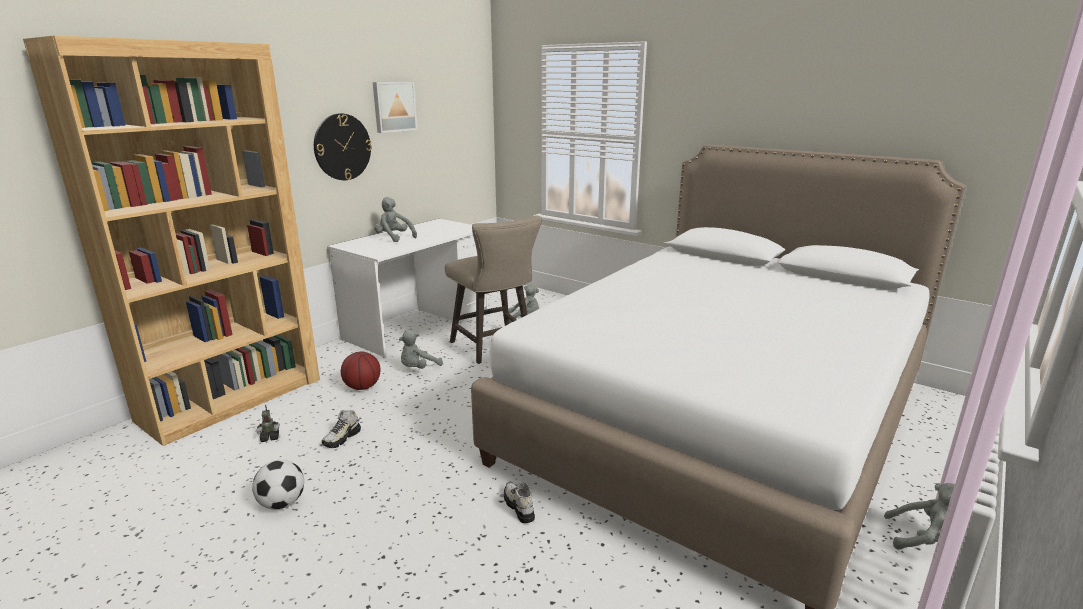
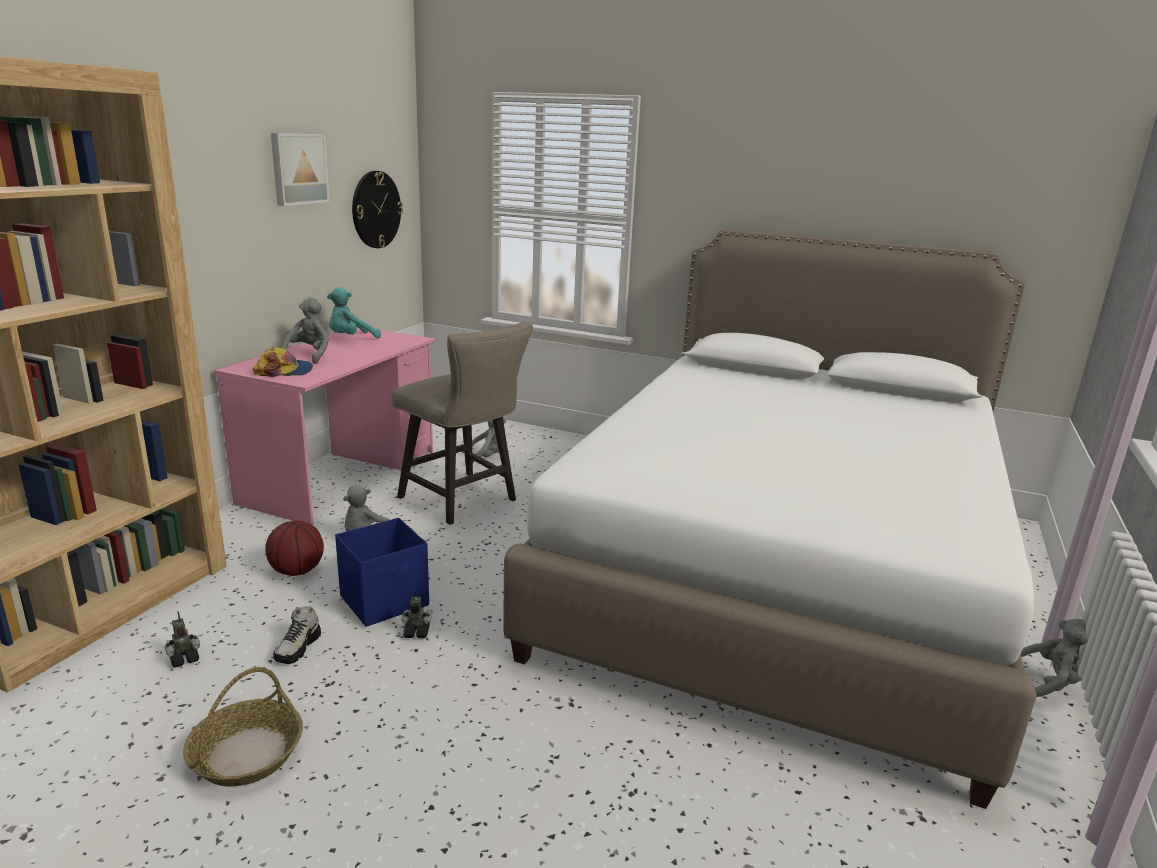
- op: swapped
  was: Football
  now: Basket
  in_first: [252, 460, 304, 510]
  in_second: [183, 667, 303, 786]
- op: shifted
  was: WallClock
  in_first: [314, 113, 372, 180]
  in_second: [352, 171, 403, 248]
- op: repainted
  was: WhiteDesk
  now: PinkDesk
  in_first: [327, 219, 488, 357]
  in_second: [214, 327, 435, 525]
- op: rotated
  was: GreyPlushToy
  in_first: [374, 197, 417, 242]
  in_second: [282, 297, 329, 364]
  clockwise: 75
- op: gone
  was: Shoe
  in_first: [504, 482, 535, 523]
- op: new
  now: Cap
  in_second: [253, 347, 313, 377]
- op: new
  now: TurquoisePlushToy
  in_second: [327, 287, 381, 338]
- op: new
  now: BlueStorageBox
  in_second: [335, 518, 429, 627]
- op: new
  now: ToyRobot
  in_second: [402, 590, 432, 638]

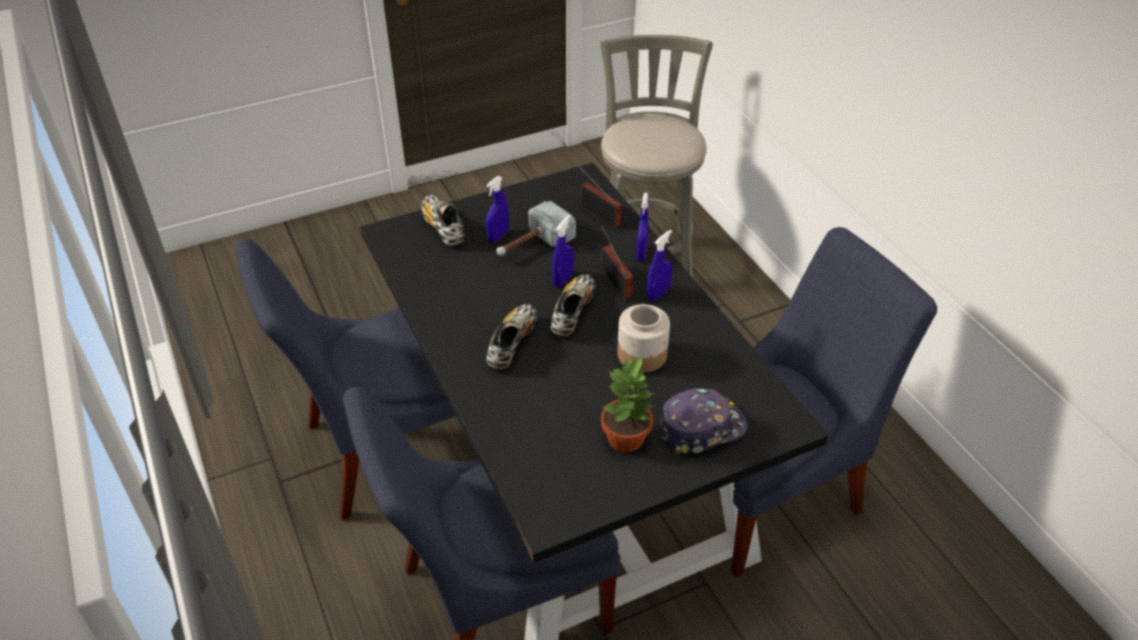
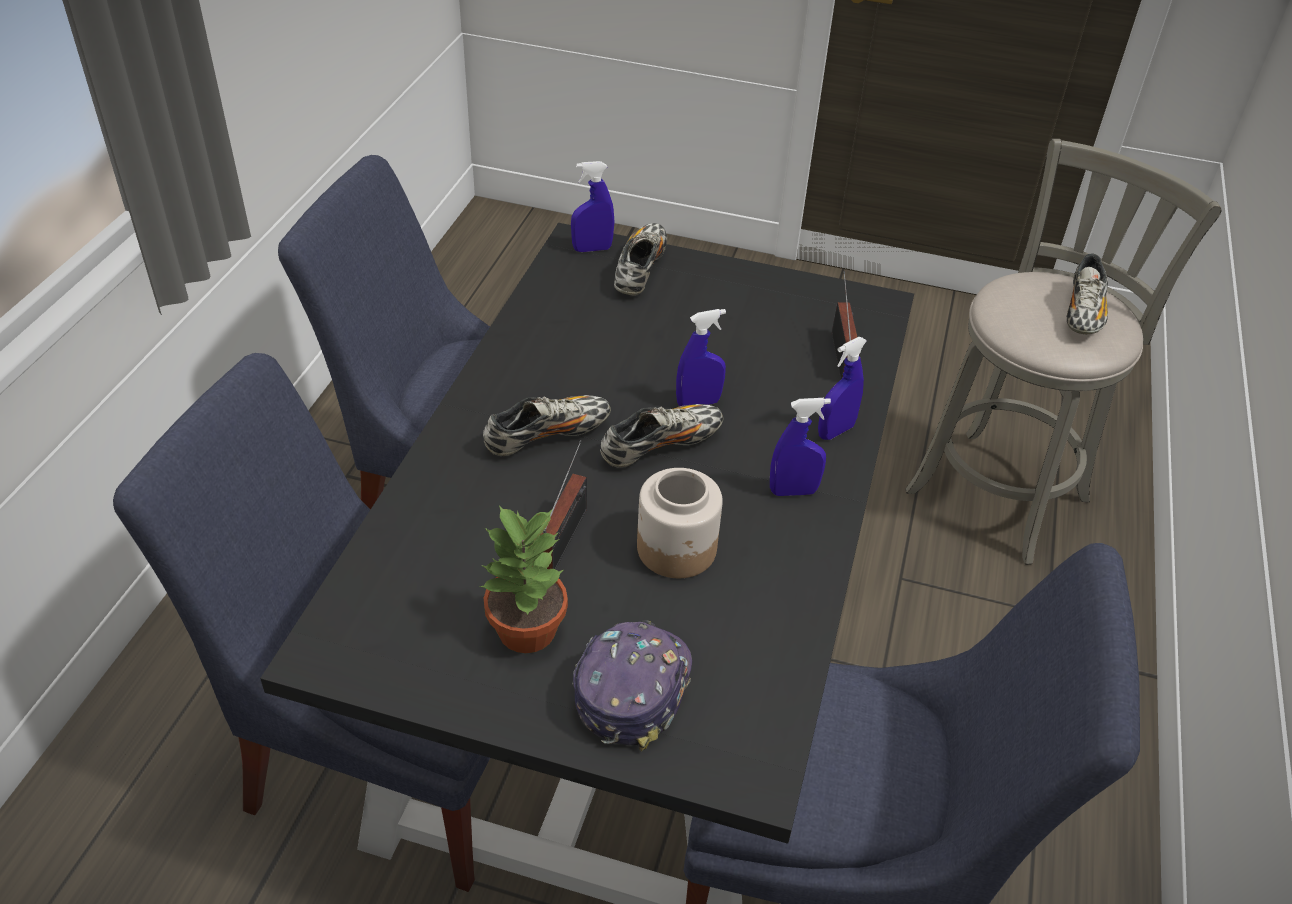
- op: shifted
  was: BlueSprayBottle
  in_first: [486, 176, 509, 242]
  in_second: [571, 161, 614, 252]
- op: gone
  was: Hammer
  in_first: [496, 201, 576, 256]
- op: shifted
  was: Radio
  in_first: [601, 226, 633, 300]
  in_second: [541, 440, 587, 570]
- op: rotated
  was: Cap
  in_first: [660, 388, 748, 455]
  in_second: [572, 620, 692, 752]
  clockwise: -90
- op: new
  now: Shoe
  in_second: [1067, 253, 1108, 334]

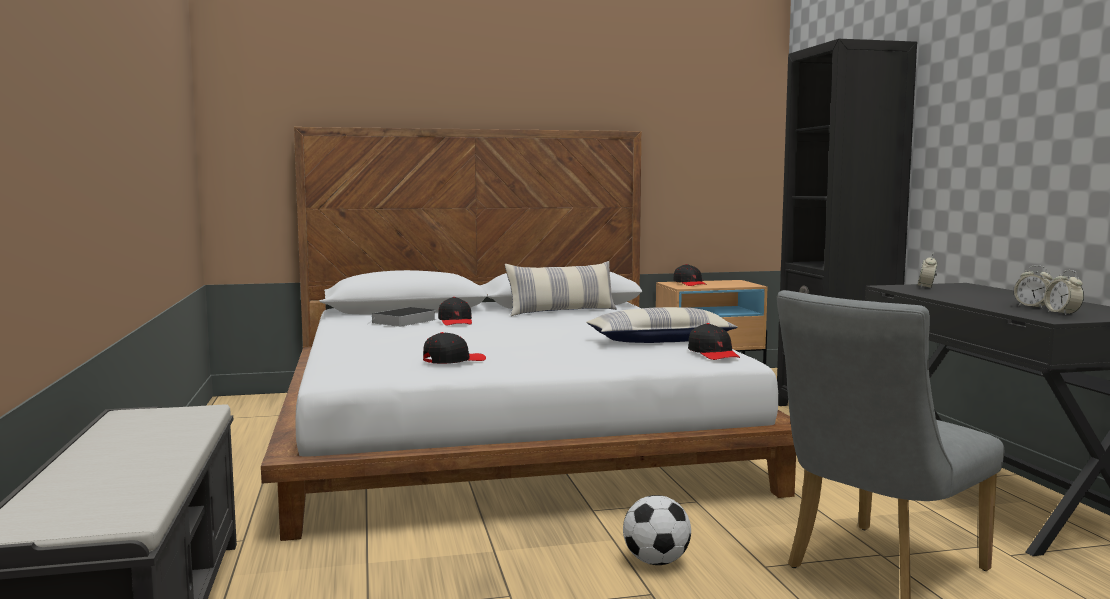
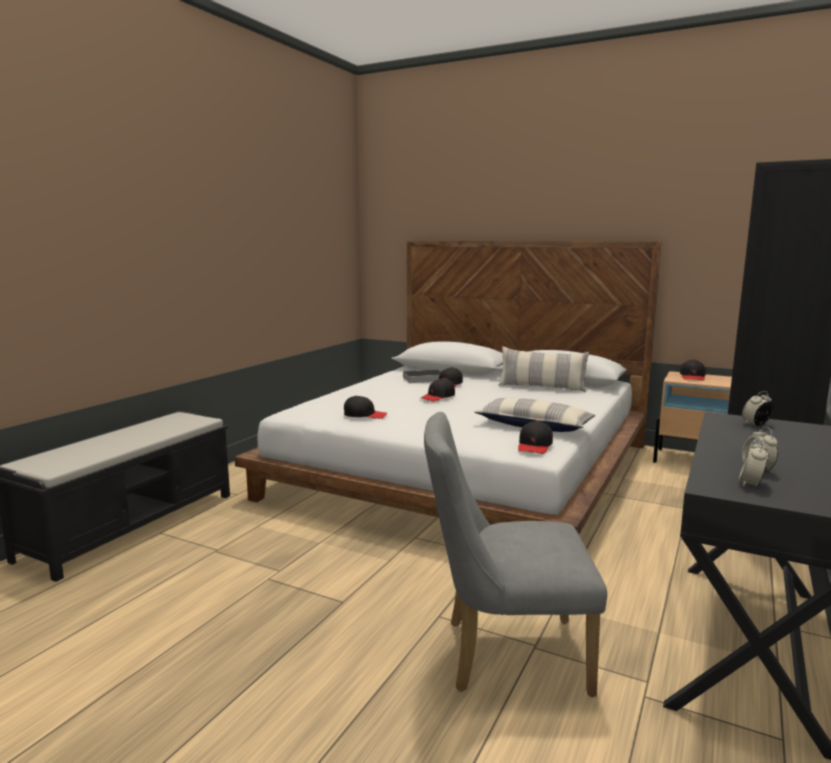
- op: gone
  was: Football
  in_first: [623, 495, 691, 565]
- op: new
  now: BlackCap
  in_second: [421, 378, 455, 402]

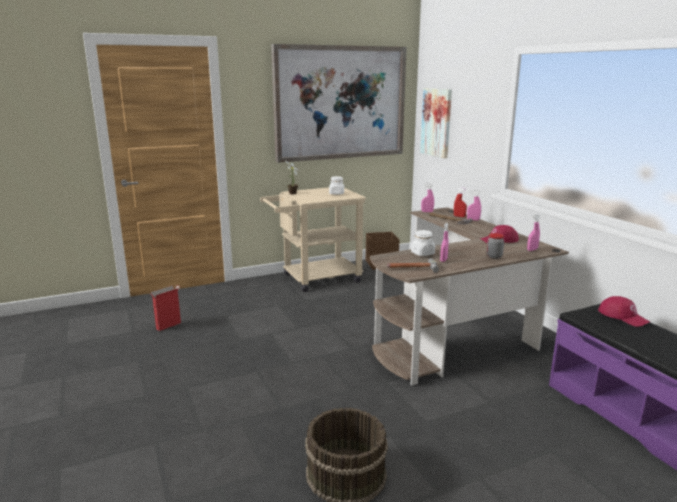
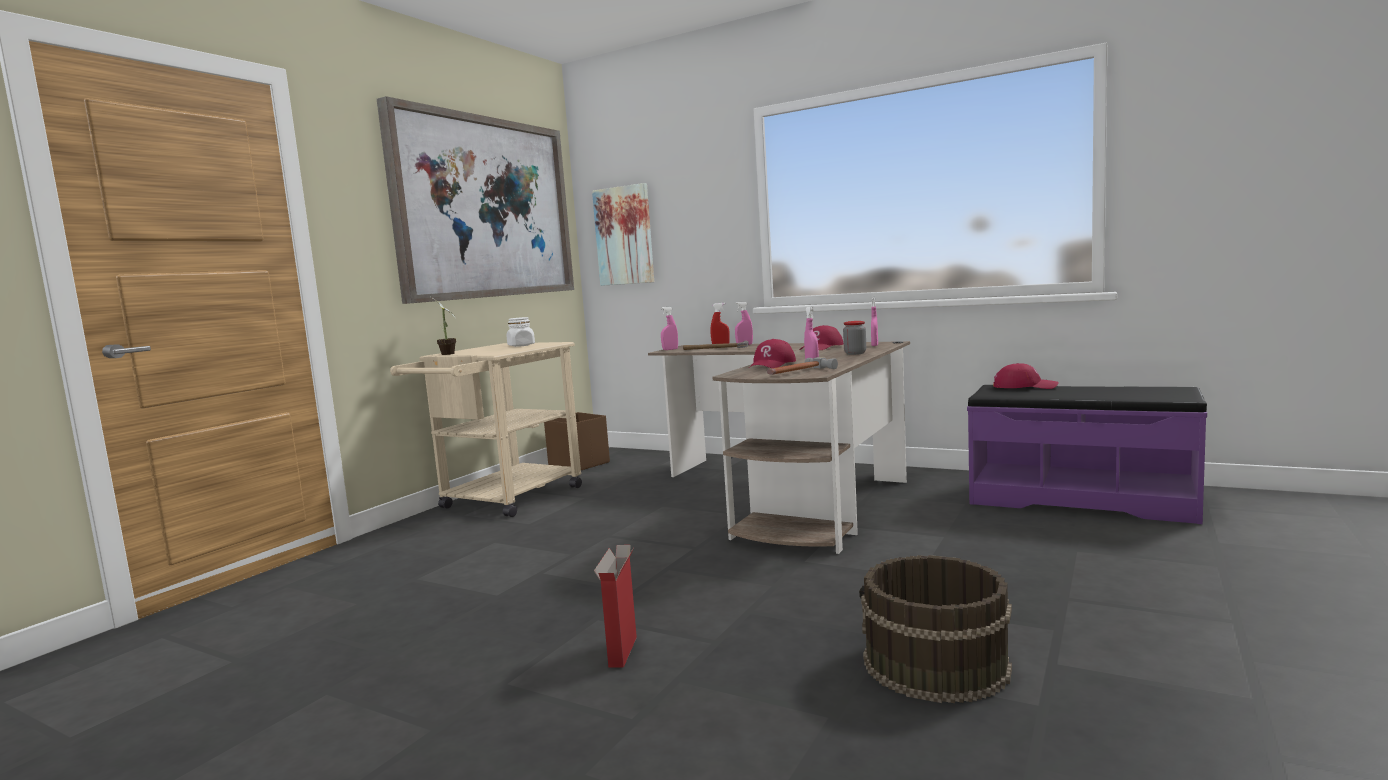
- op: shifted
  was: CardboardBox
  in_first: [151, 285, 181, 331]
  in_second: [594, 545, 637, 667]
- op: swapped
  was: WhiteJar
  now: RedCap
  in_first: [411, 230, 435, 256]
  in_second: [748, 339, 796, 369]

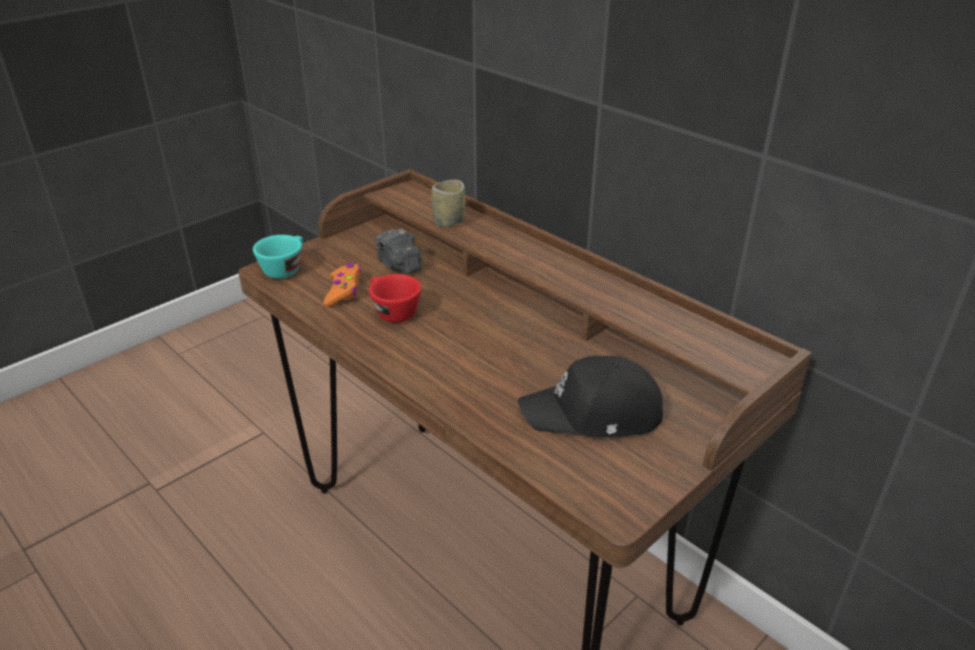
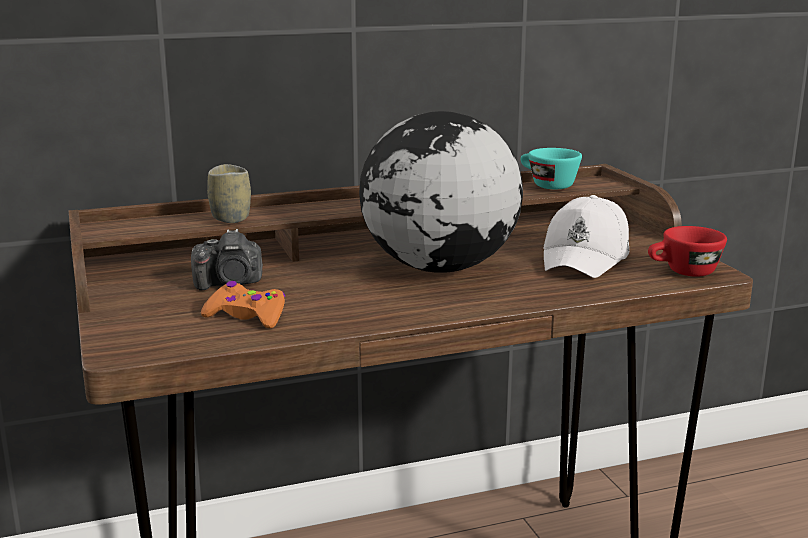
- op: shifted
  was: TurquoiseCup
  in_first: [253, 235, 303, 279]
  in_second: [521, 148, 582, 189]
- op: shifted
  was: RedCup
  in_first: [369, 274, 421, 323]
  in_second: [648, 226, 727, 277]
- op: repainted
  was: BlackCap
  now: WhiteCap
  in_first: [518, 356, 663, 437]
  in_second: [543, 195, 629, 278]
- op: new
  now: Globe
  in_second: [359, 111, 523, 273]

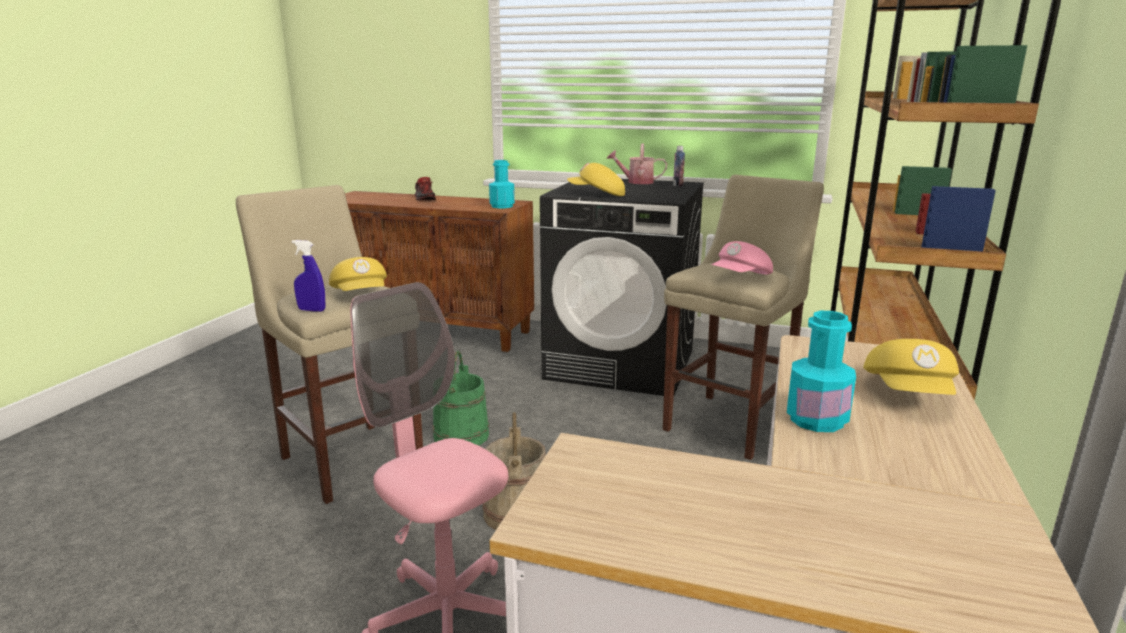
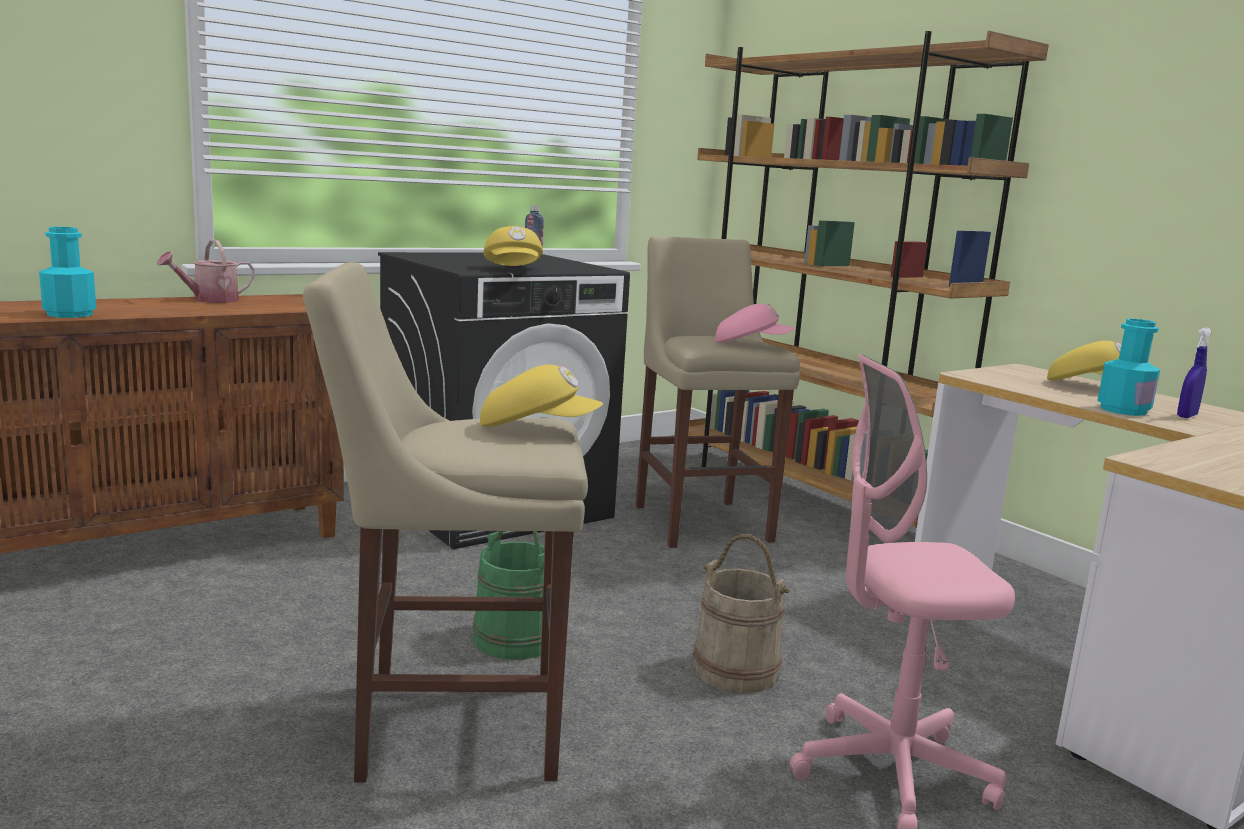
- op: shifted
  was: BlueSprayBottle
  in_first: [292, 240, 326, 312]
  in_second: [1177, 328, 1211, 418]
- op: gone
  was: Shoe
  in_first: [415, 177, 436, 201]
- op: shifted
  was: TurquoiseBottle
  in_first: [489, 160, 515, 208]
  in_second: [39, 227, 96, 318]
- op: rotated
  was: YellowCap
  in_first: [567, 163, 625, 196]
  in_second: [483, 226, 543, 266]
  clockwise: -60
- op: shifted
  was: WateringCan
  in_first: [607, 143, 667, 184]
  in_second: [157, 239, 255, 303]
- op: rotated
  was: PinkCap
  in_first: [712, 241, 773, 275]
  in_second: [715, 304, 795, 343]
  clockwise: -75

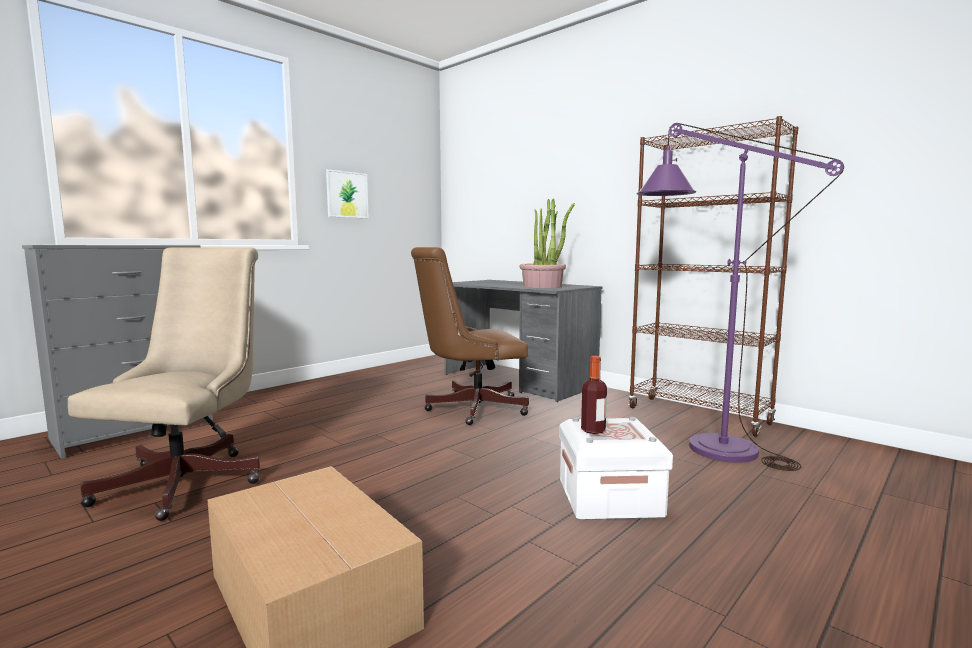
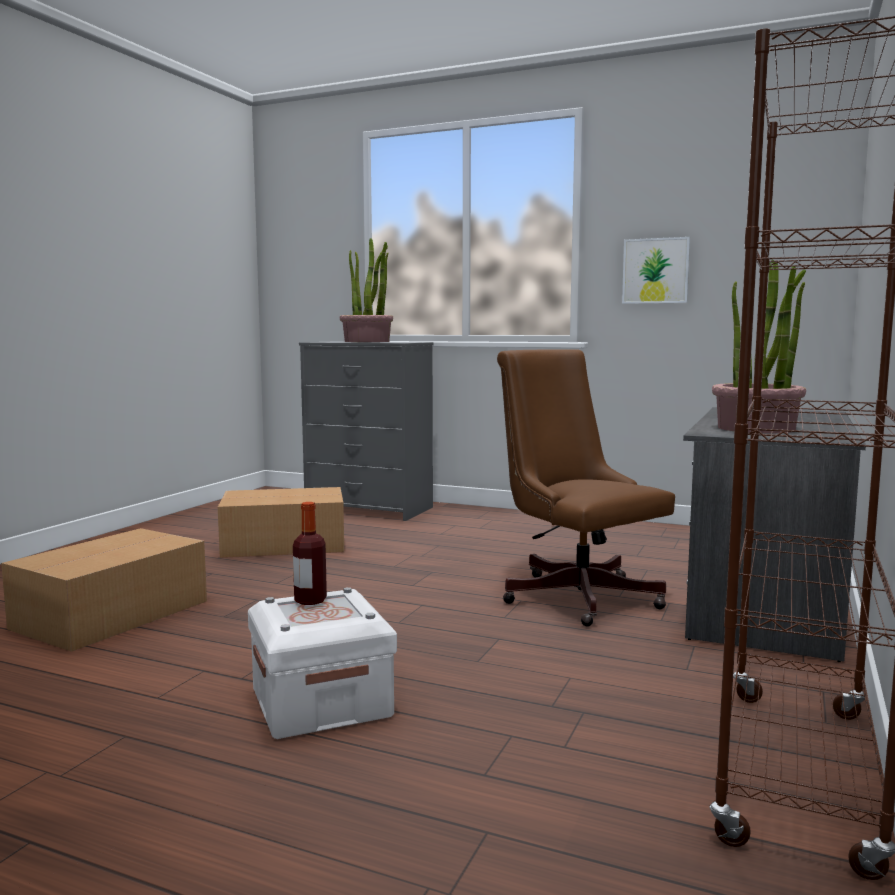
- op: swapped
  was: BeigeOfficeChair
  now: CardboardBox
  in_first: [68, 247, 260, 521]
  in_second: [218, 487, 344, 558]
- op: gone
  was: PurpleFloorLamp
  in_first: [637, 123, 844, 471]
- op: new
  now: PottedPlant
  in_second: [340, 238, 393, 342]

